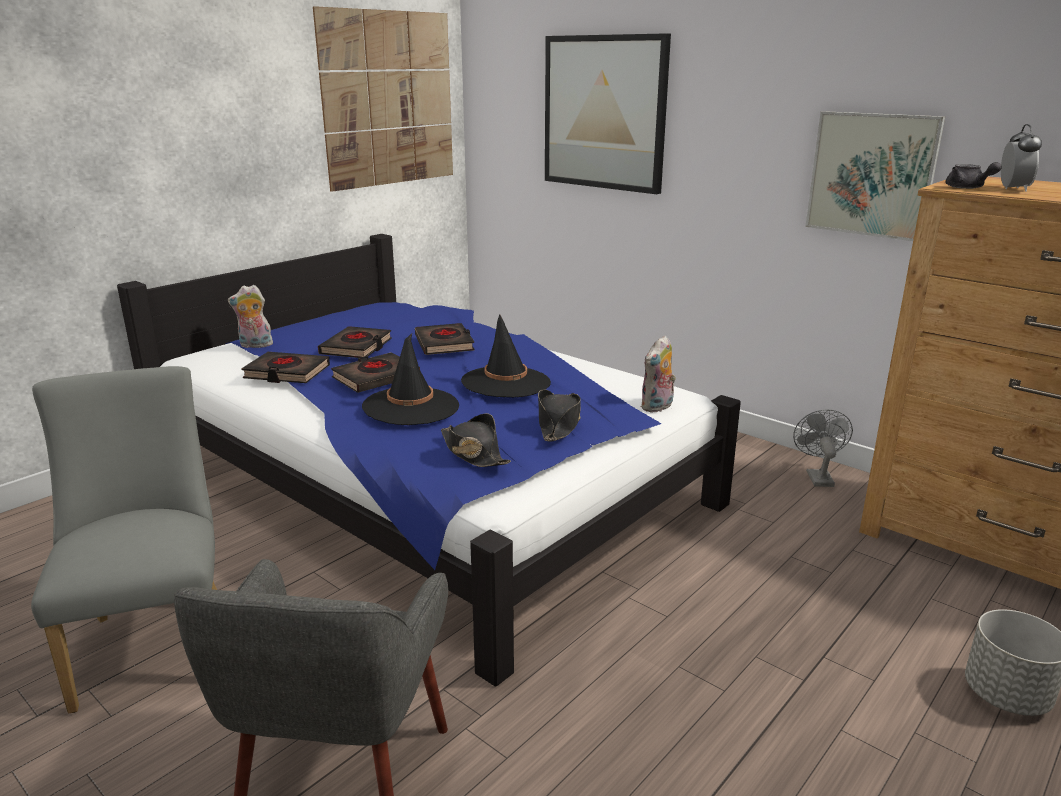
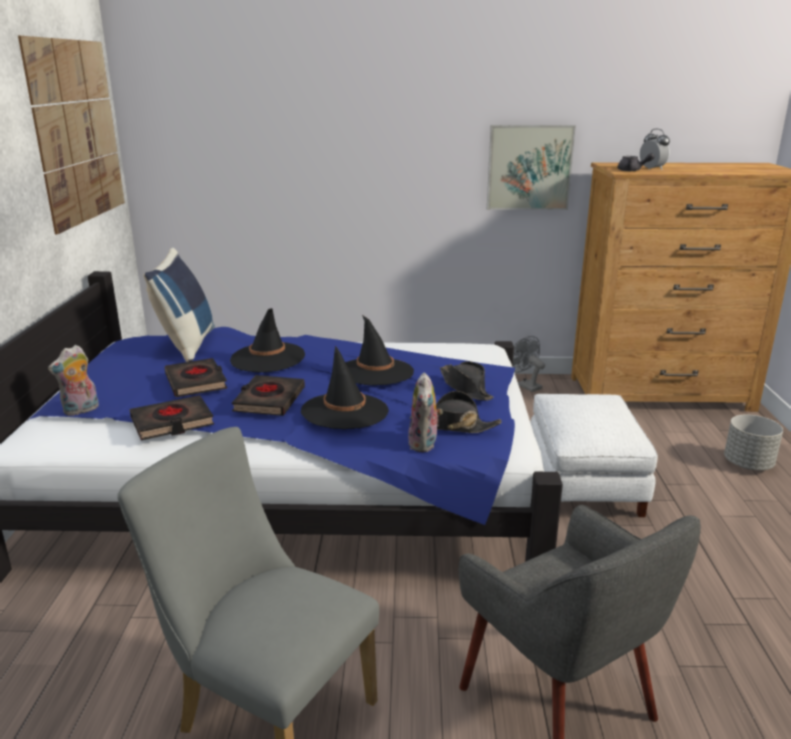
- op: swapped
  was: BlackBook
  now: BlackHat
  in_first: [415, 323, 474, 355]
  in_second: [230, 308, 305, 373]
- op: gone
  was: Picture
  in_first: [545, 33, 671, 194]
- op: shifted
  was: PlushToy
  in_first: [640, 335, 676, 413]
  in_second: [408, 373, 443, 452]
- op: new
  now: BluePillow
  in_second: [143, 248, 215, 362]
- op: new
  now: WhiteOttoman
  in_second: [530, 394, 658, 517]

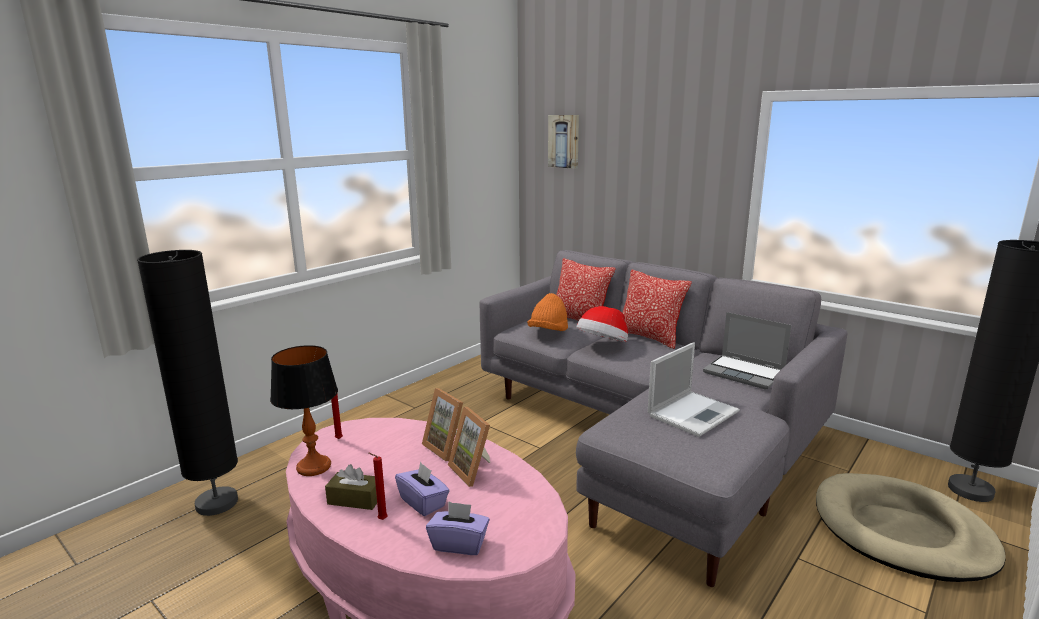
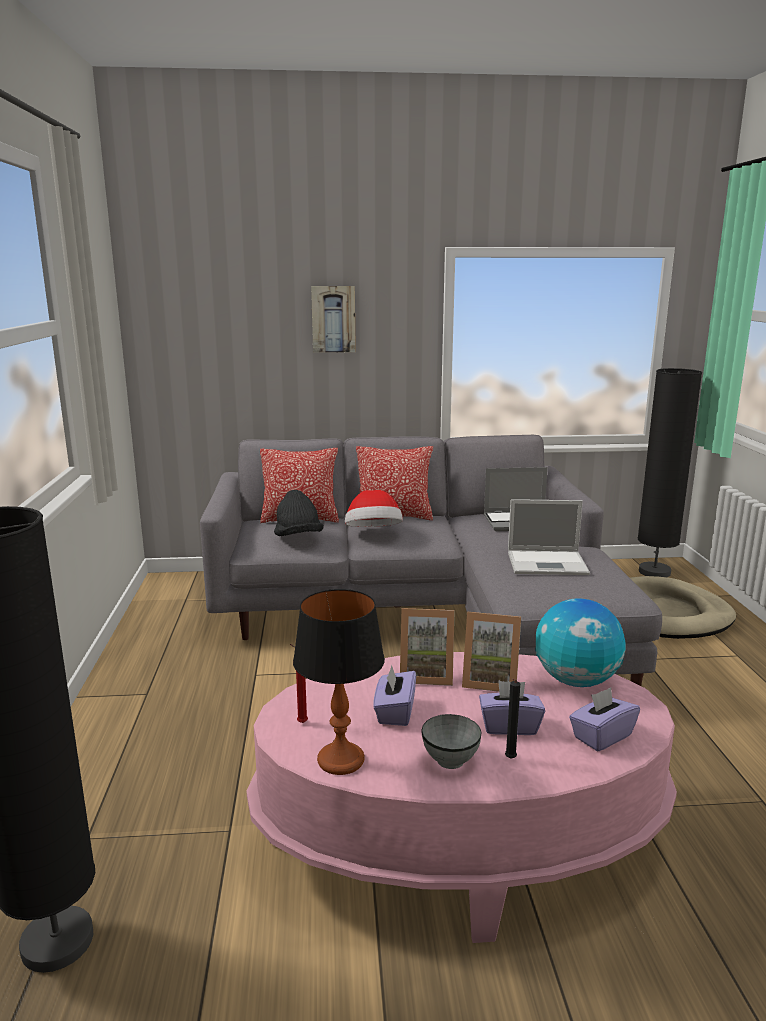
- op: swapped
  was: BrownTissueBox
  now: GreyBowl
  in_first: [325, 464, 377, 510]
  in_second: [421, 714, 482, 769]
- op: repainted
  was: RedCandle
  now: BlackCandle
  in_first: [369, 453, 388, 520]
  in_second: [505, 679, 520, 759]
- op: repainted
  was: OrangeHat
  now: BlackHat
  in_first: [527, 293, 568, 331]
  in_second: [274, 490, 324, 536]
- op: shifted
  was: Picture
  in_first: [548, 115, 579, 169]
  in_second: [311, 286, 356, 353]
- op: rotated
  was: Laptop
  in_first: [648, 342, 740, 437]
  in_second: [508, 499, 590, 575]
  clockwise: 90
- op: new
  now: PurpleTissueBox
  in_second: [374, 665, 416, 726]
- op: new
  now: Globe
  in_second: [535, 598, 626, 687]

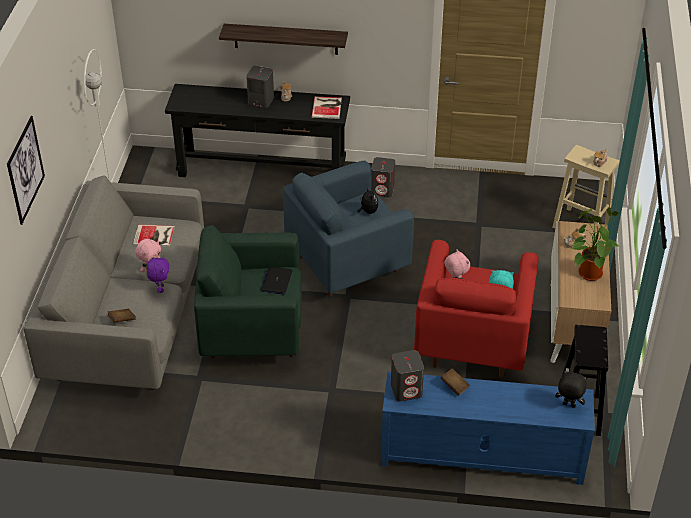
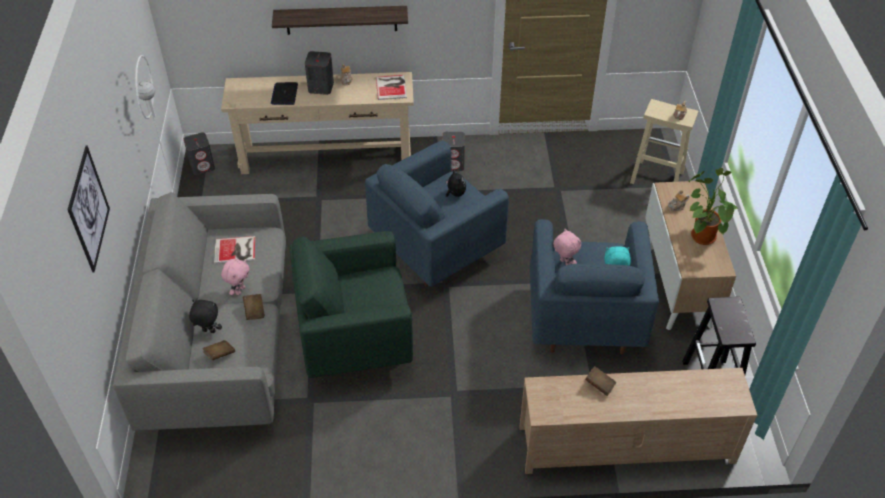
- op: swapped
  was: PurplePlushToy
  now: BrownBook
  in_first: [147, 255, 169, 293]
  in_second: [243, 294, 265, 320]
- op: repainted
  was: BlackConsoleTable
  now: BeigeConsoleTable
  in_first: [165, 84, 350, 177]
  in_second: [221, 72, 414, 174]
- op: shifted
  was: Laptop
  in_first: [260, 267, 292, 294]
  in_second: [271, 82, 298, 105]
- op: repainted
  was: BlueTvStand
  now: BeigeTvStand
  in_first: [381, 371, 595, 485]
  in_second: [519, 368, 757, 474]
- op: shifted
  was: GreySpeaker
  in_first: [391, 350, 424, 402]
  in_second: [184, 132, 215, 175]
- op: repainted
  was: RedArmchair
  now: BlueArmchair
  in_first: [414, 240, 539, 378]
  in_second: [530, 219, 659, 354]
- op: shifted
  was: BlackPlushToy
  in_first: [555, 371, 588, 408]
  in_second: [189, 300, 222, 333]

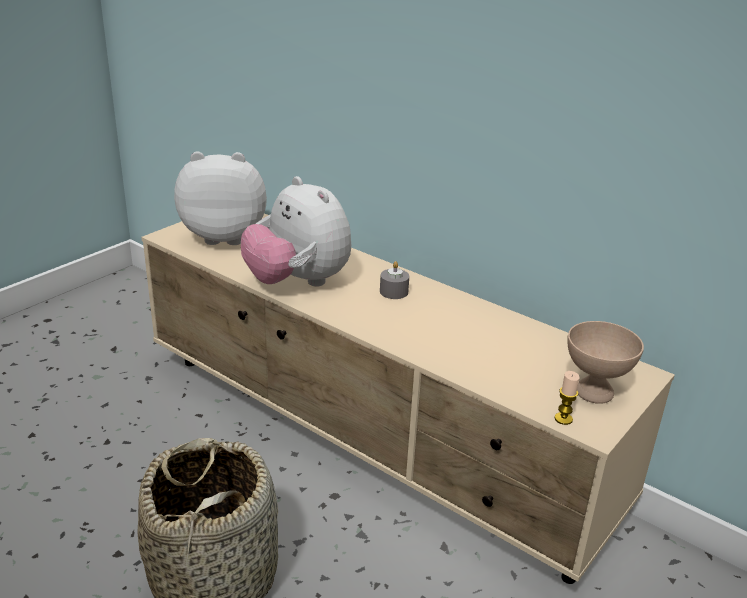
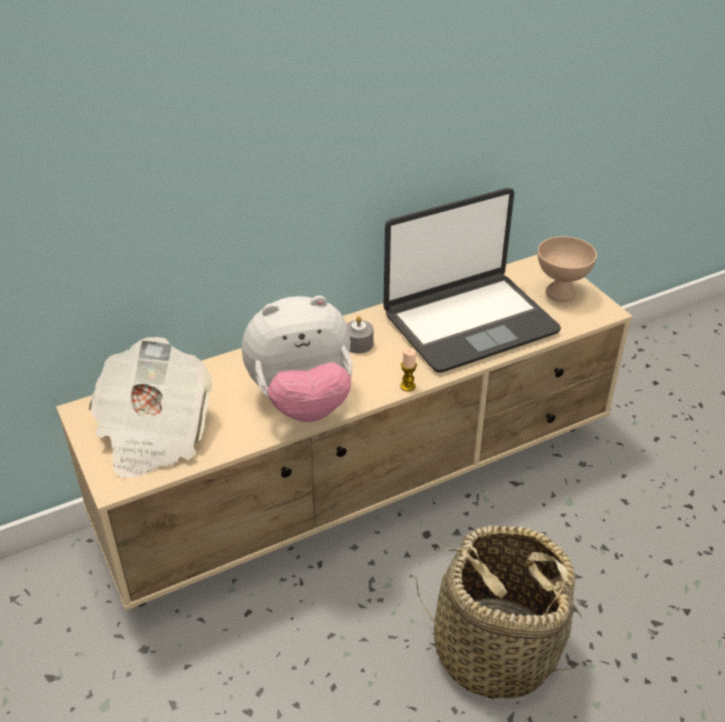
- op: swapped
  was: PlushToy
  now: Newspaper
  in_first: [174, 151, 267, 245]
  in_second: [89, 337, 213, 478]
- op: shifted
  was: Candle
  in_first: [555, 371, 580, 425]
  in_second: [400, 348, 417, 392]
- op: new
  now: Laptop
  in_second: [384, 188, 561, 373]

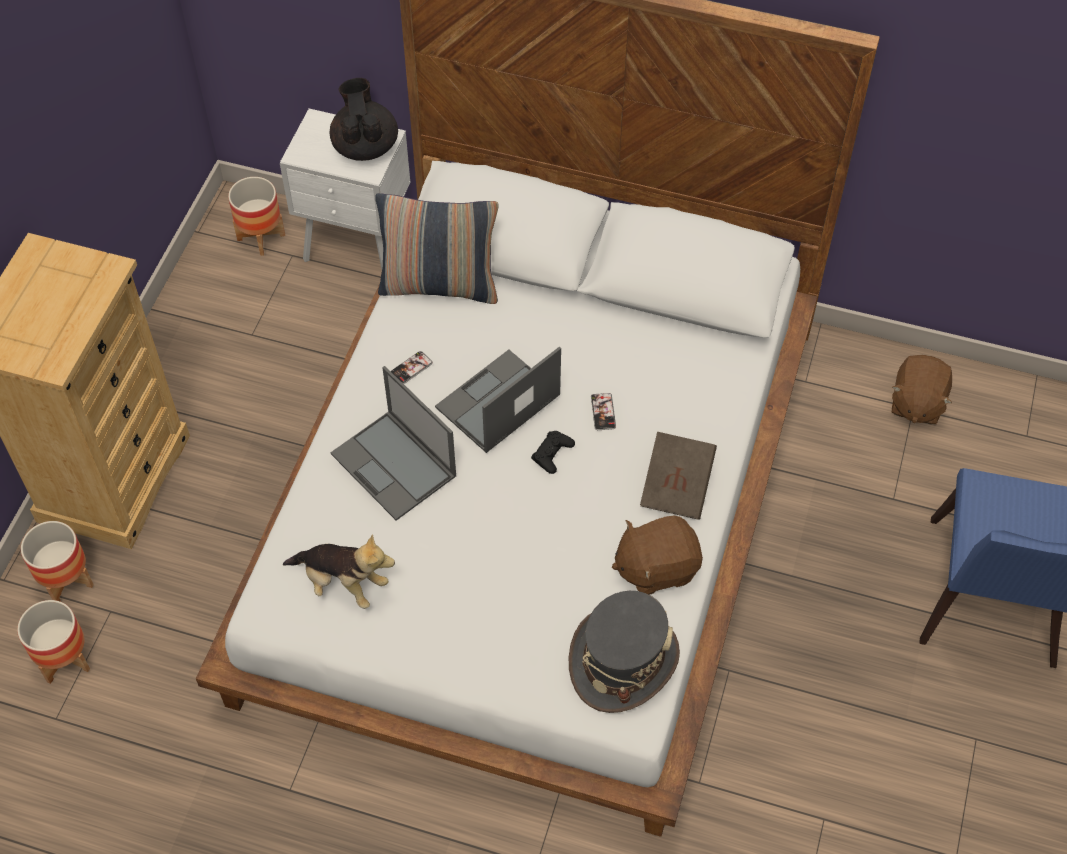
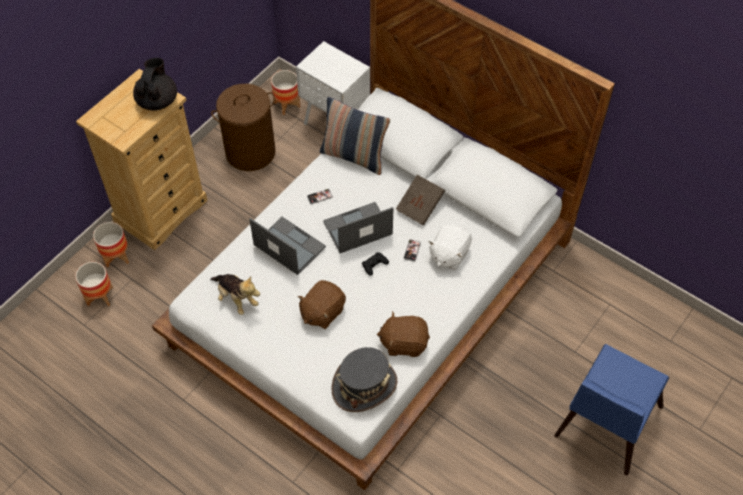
- op: shifted
  was: BlackTeapot
  in_first: [329, 78, 398, 161]
  in_second: [133, 58, 177, 111]
- op: rotated
  was: Laptop
  in_first: [330, 366, 456, 521]
  in_second: [249, 217, 326, 275]
  clockwise: 150
- op: shifted
  was: BrownBook
  in_first: [640, 432, 717, 520]
  in_second: [396, 175, 445, 225]
- op: shifted
  was: BrownPlushToy
  in_first: [892, 355, 952, 424]
  in_second: [298, 280, 346, 329]
- op: new
  now: BrownLaundryBasket
  in_second: [211, 84, 275, 171]
- op: new
  now: WhitePlushToy
  in_second: [428, 223, 472, 269]

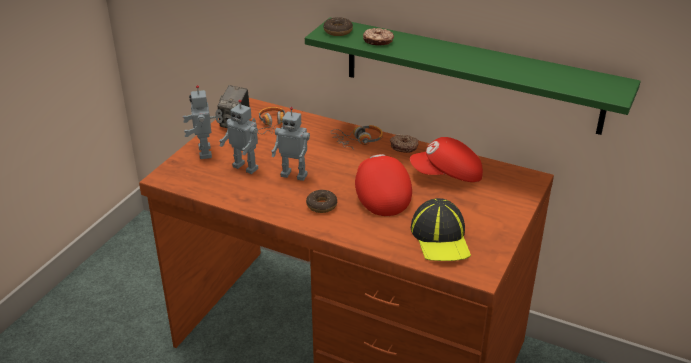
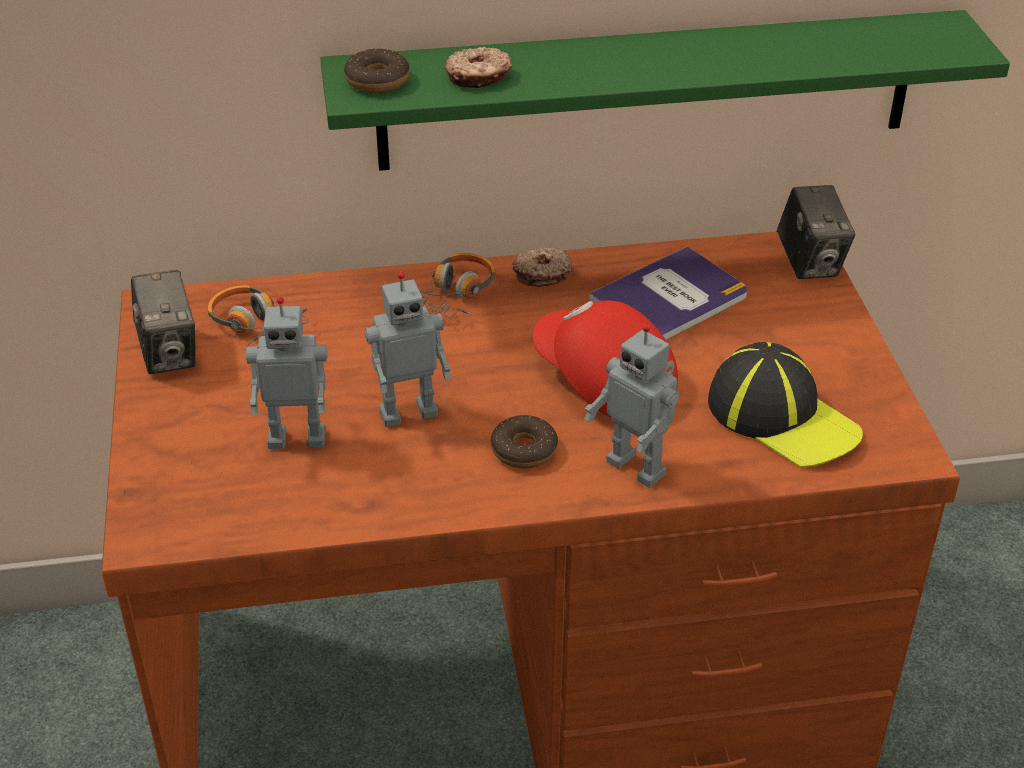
- op: shifted
  was: ToyRobot
  in_first: [183, 85, 223, 159]
  in_second: [584, 324, 679, 488]
- op: swapped
  was: RedCap
  now: Book
  in_first: [410, 137, 483, 182]
  in_second: [589, 246, 747, 340]
- op: new
  now: PhotoCamera
  in_second: [777, 185, 856, 279]

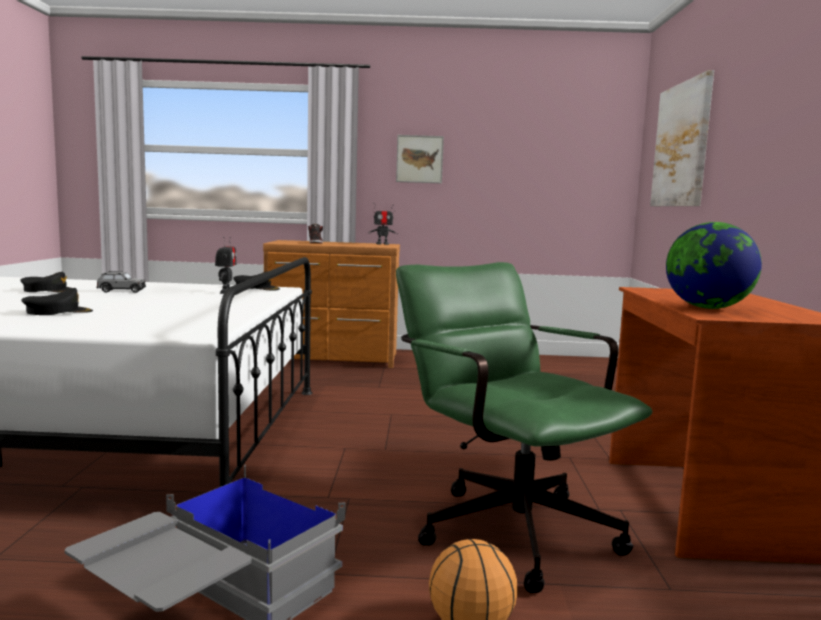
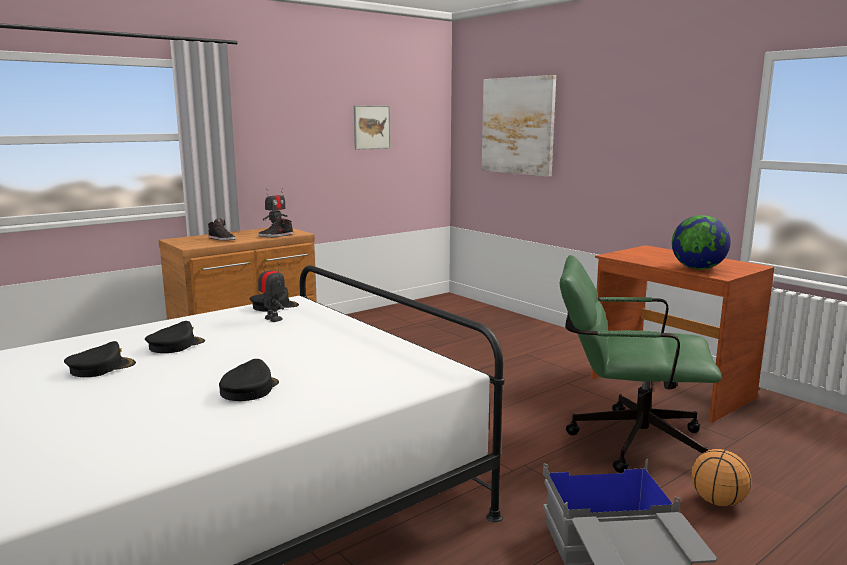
- op: swapped
  was: GreyToyCar
  now: BlackCap
  in_first: [97, 271, 146, 293]
  in_second: [145, 321, 205, 353]
- op: shifted
  was: Picture
  in_first: [396, 135, 444, 184]
  in_second: [354, 105, 391, 150]
- op: new
  now: BlackShoe
  in_second: [258, 216, 293, 237]

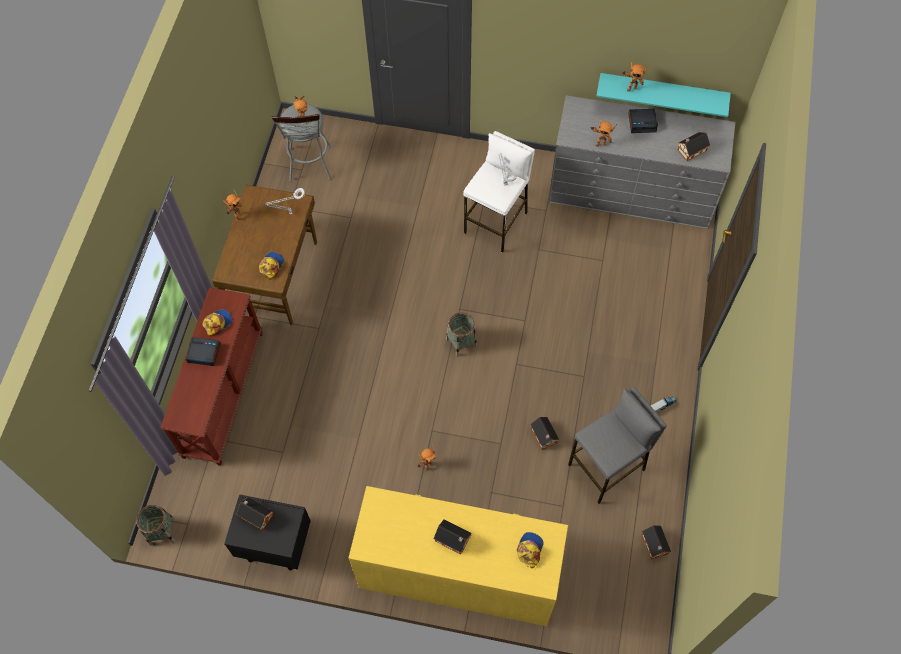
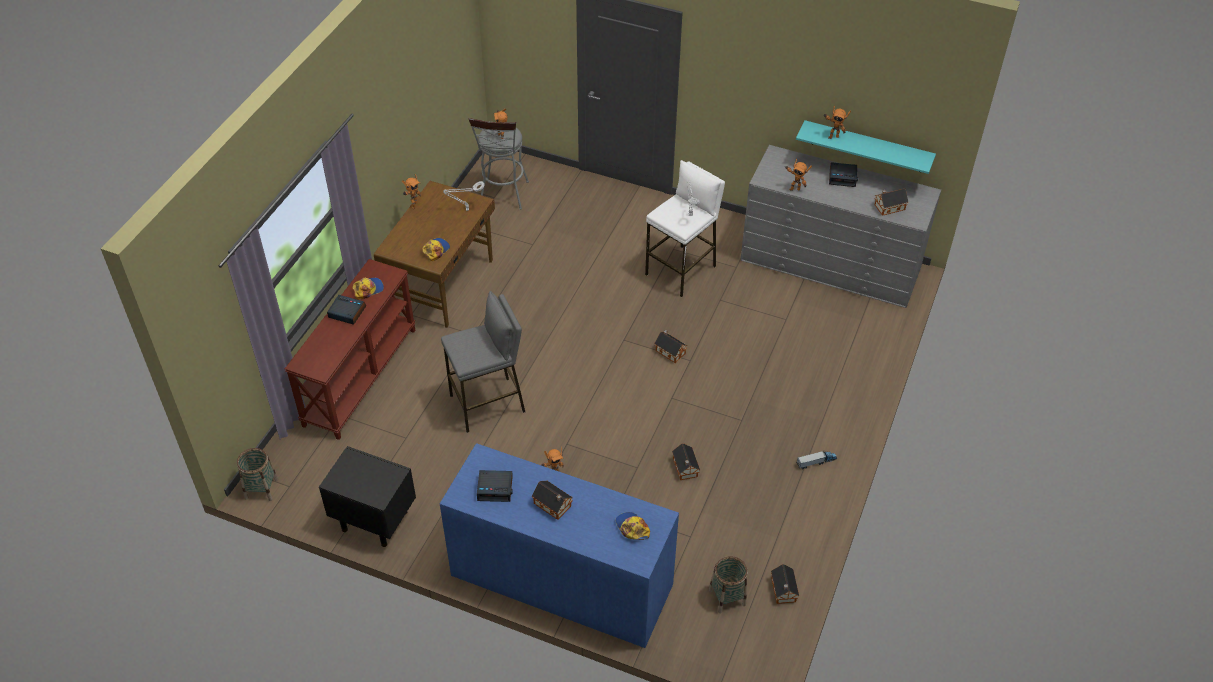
- op: shifted
  was: ToyHouse
  in_first: [236, 497, 273, 530]
  in_second: [654, 330, 687, 363]
- op: repainted
  was: YellowDresser
  now: BlueDresser
  in_first: [349, 486, 568, 626]
  in_second: [440, 443, 679, 648]
- op: shifted
  was: Basket
  in_first: [446, 312, 477, 357]
  in_second: [709, 556, 747, 613]
- op: rotated
  was: Cap
  in_first: [517, 532, 543, 568]
  in_second: [616, 512, 650, 540]
  clockwise: -60
- op: shifted
  was: GreyStool
  in_first: [568, 387, 667, 504]
  in_second: [441, 291, 525, 433]
- op: new
  now: AlarmClock
  in_second: [477, 470, 513, 502]

